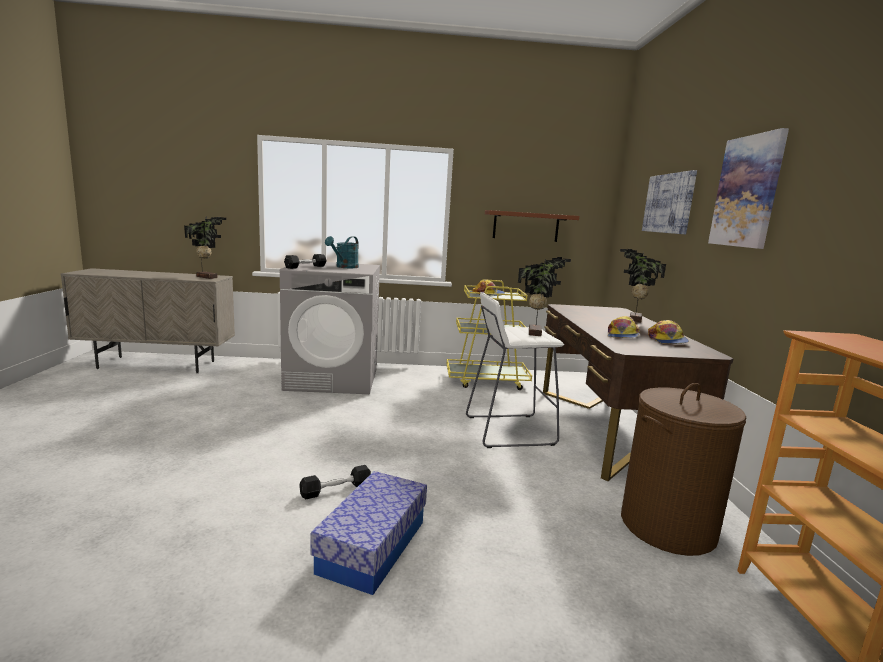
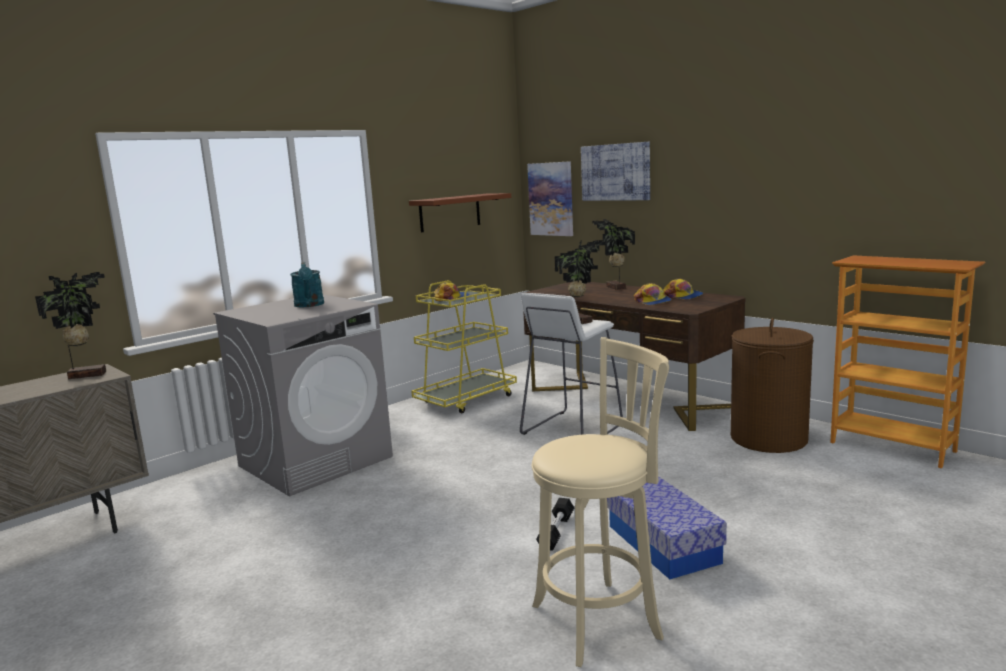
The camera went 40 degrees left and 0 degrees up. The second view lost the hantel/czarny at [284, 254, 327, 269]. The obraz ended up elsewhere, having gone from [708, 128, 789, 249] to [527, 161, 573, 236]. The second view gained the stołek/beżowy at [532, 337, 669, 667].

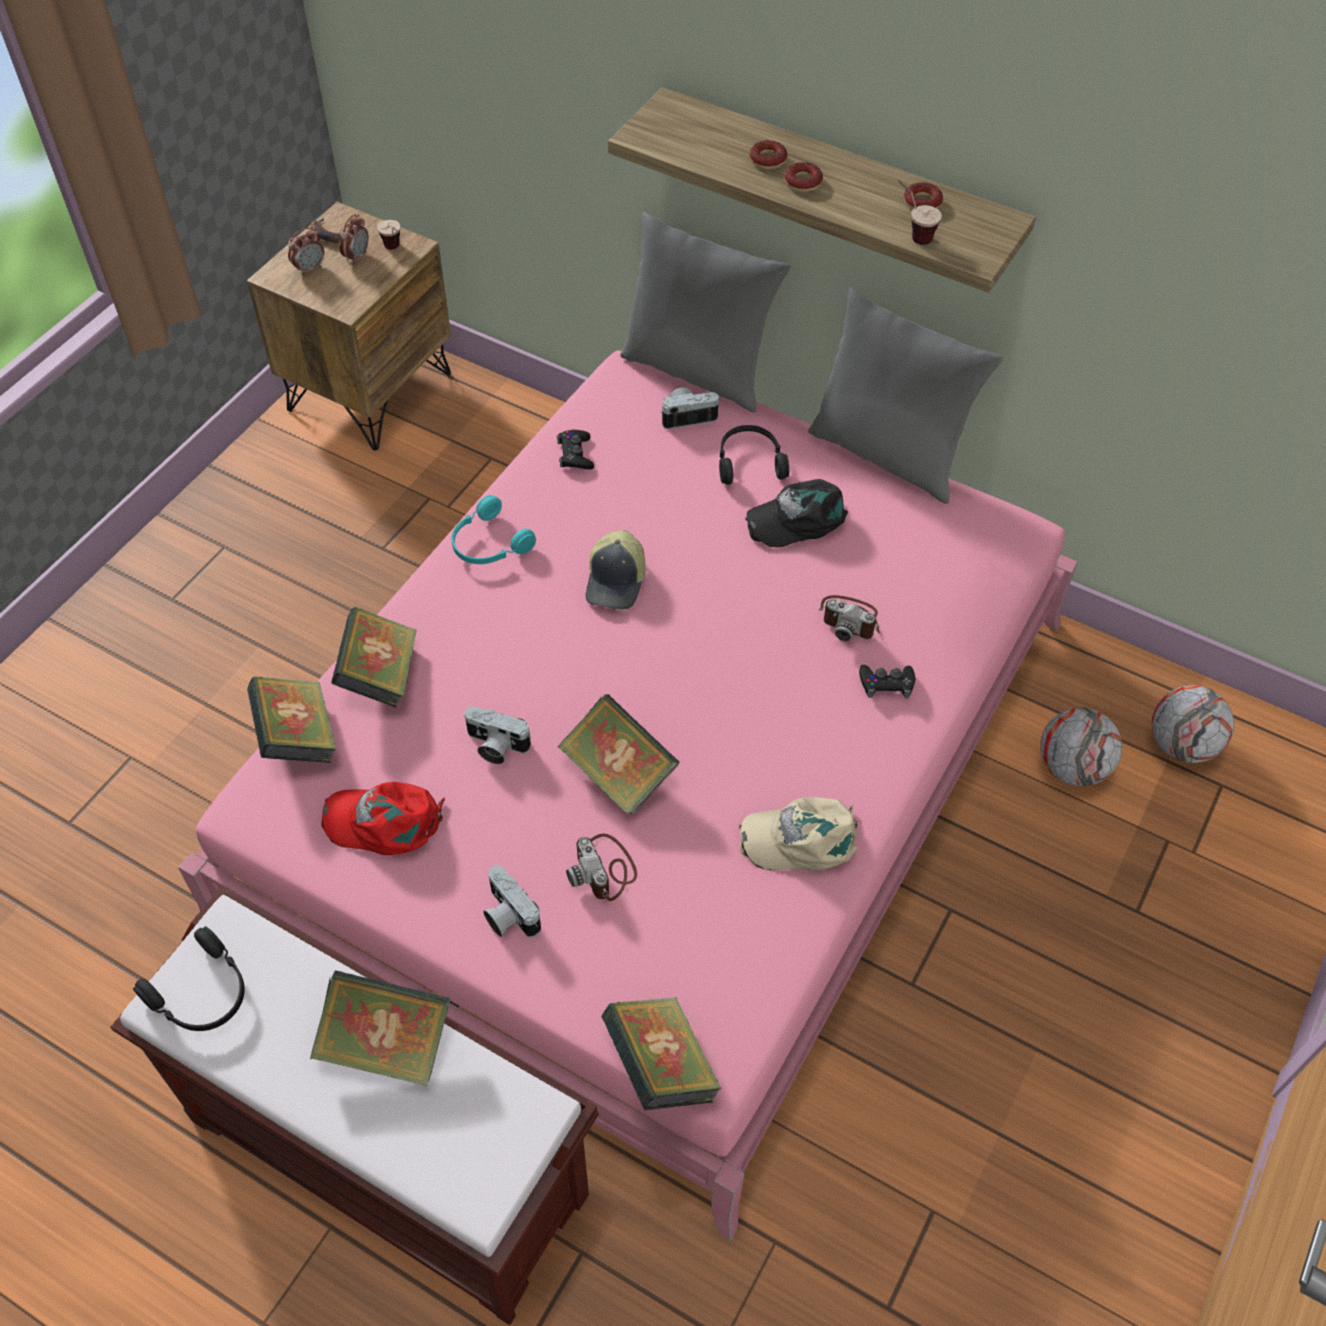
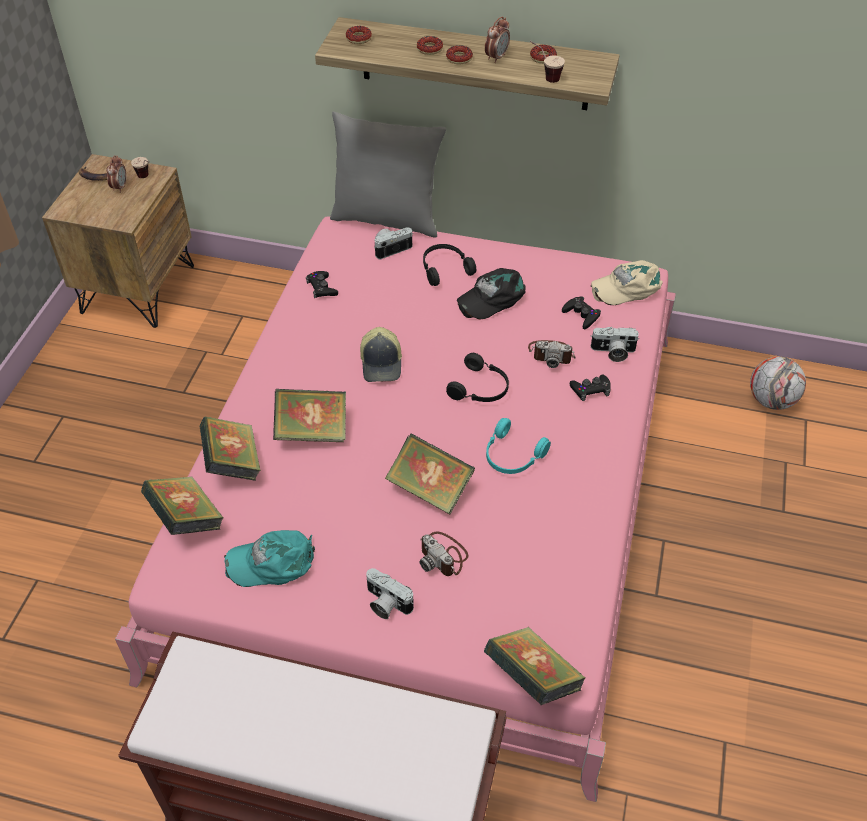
The camera went 15 degrees left and 5 degrees down. The słuchawki/czarny ended up elsewhere, having gone from [133, 926, 245, 1031] to [446, 353, 509, 402]. The budzik ended up elsewhere, having gone from [288, 227, 324, 276] to [485, 16, 510, 63]. The książka ended up elsewhere, having gone from [310, 970, 450, 1086] to [273, 389, 346, 442]. What was the czapka z daszkiem/czerwony at [321, 782, 445, 855] turned into the czapka z daszkiem/turkusowy at [224, 530, 315, 587]. The słuchawki/turkusowy ended up elsewhere, having gone from [452, 495, 536, 564] to [486, 418, 551, 474]. The aparat fotograficzny ended up elsewhere, having gone from [464, 706, 531, 764] to [590, 327, 639, 362]. The czapka z daszkiem/beżowy ended up elsewhere, having gone from [739, 797, 858, 871] to [590, 260, 663, 305]. The second view lost the poduszka/szary at [808, 287, 1003, 504]. The second view lost the piłka futbolowa at [1040, 707, 1122, 786]. The second view gained the donut at [346, 26, 372, 44]. The second view gained the pad do gier/czarny at [562, 296, 601, 329].

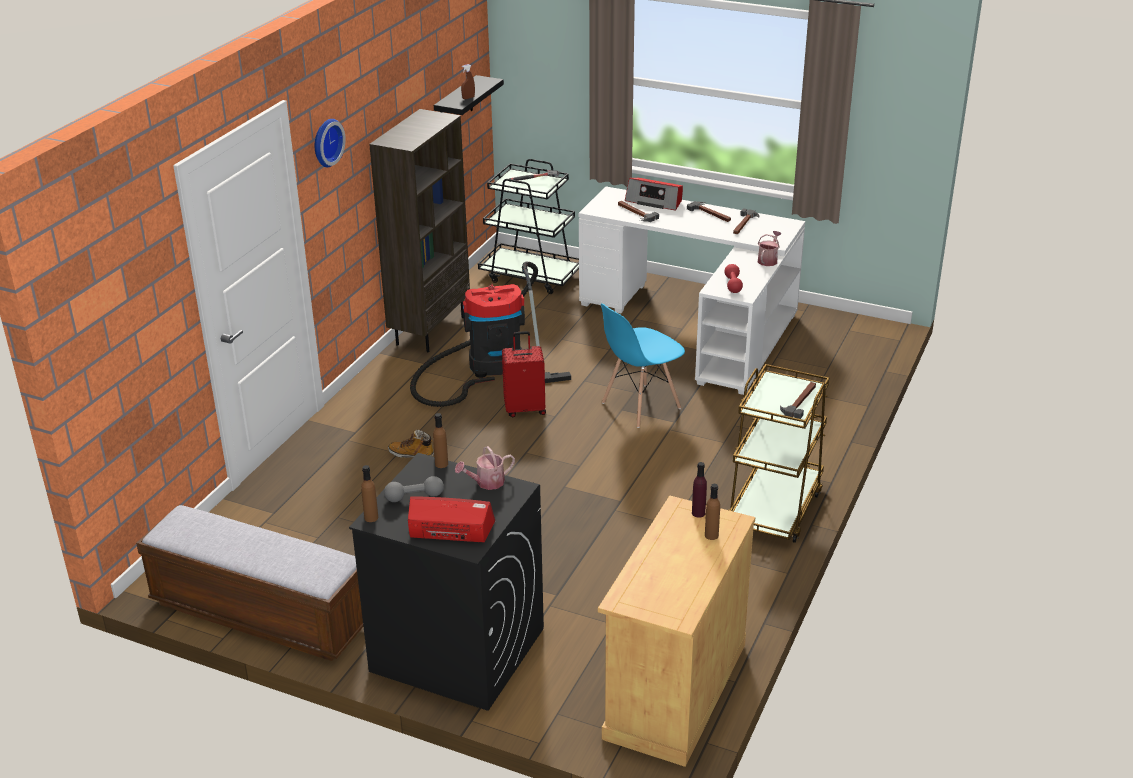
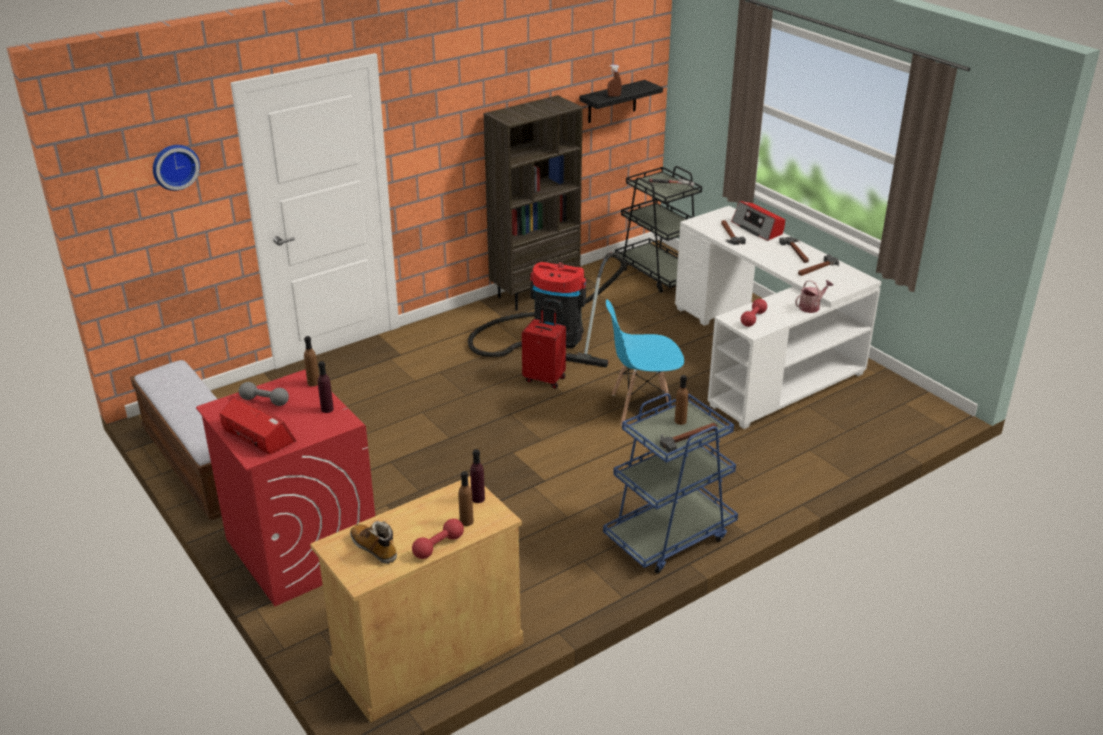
The camera went 30 degrees right and 0 degrees up. The zegar ścienny ended up elsewhere, having gone from [315, 119, 346, 167] to [153, 145, 200, 191]. What was the pralka/czarny at [349, 453, 544, 711] turned into the pralka/czerwony at [196, 369, 375, 606]. The butelka/brązowy ended up elsewhere, having gone from [361, 465, 378, 522] to [675, 375, 688, 425]. The but z cholewką ended up elsewhere, having gone from [388, 430, 434, 458] to [350, 521, 397, 564]. Where the konewka stood at [455, 446, 515, 490], the butelka/fioletowy came to stand at [318, 361, 334, 413]. What was the wózek/brązowy at [728, 364, 829, 543] turned into the wózek/niebieski at [603, 393, 738, 574]. The second view gained the hantel/czerwony at [412, 519, 464, 559].

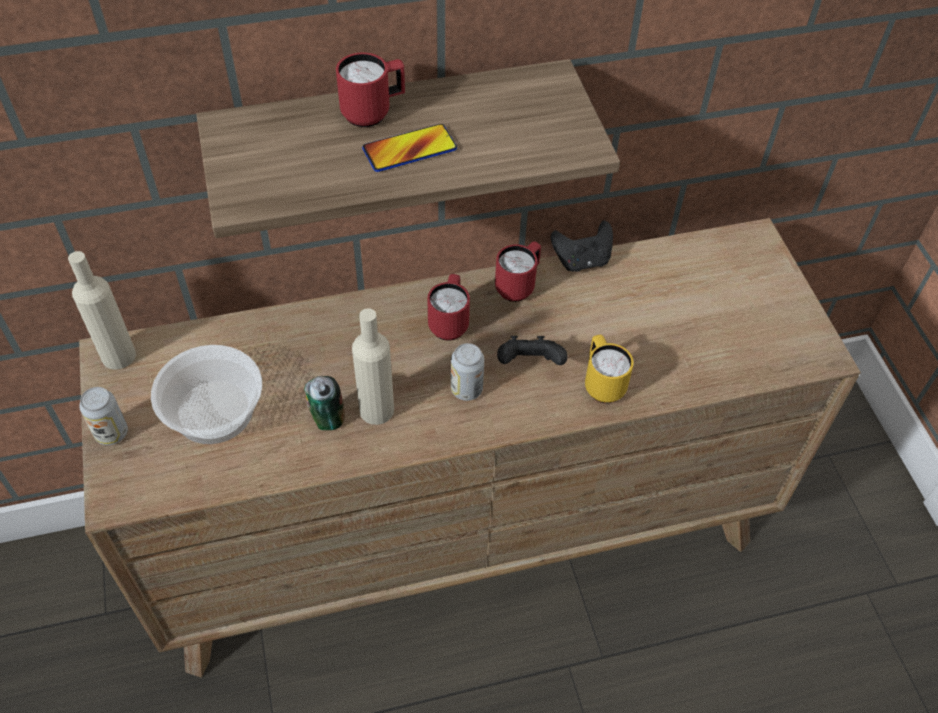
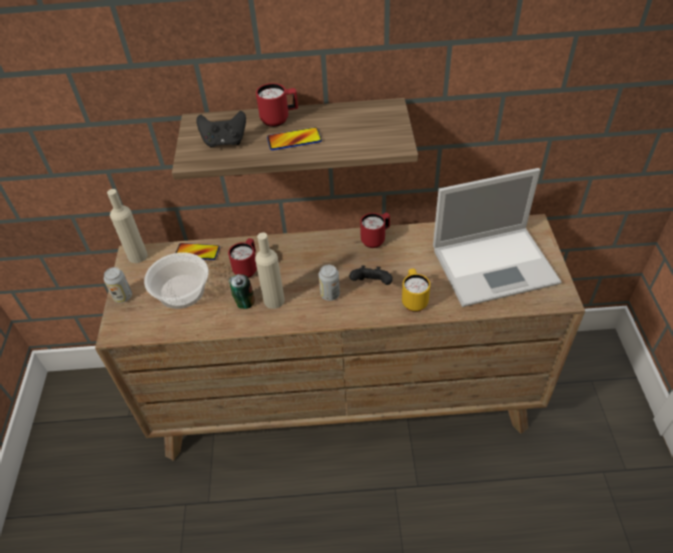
The camera went 15 degrees right and 5 degrees down. The kubek/czerwony ended up elsewhere, having gone from [427, 274, 470, 341] to [228, 238, 257, 278]. The pad do gier/czarny ended up elsewhere, having gone from [551, 221, 613, 272] to [196, 111, 246, 148]. The second view gained the telefon at [176, 243, 220, 260]. The second view gained the laptop at [433, 168, 562, 307].

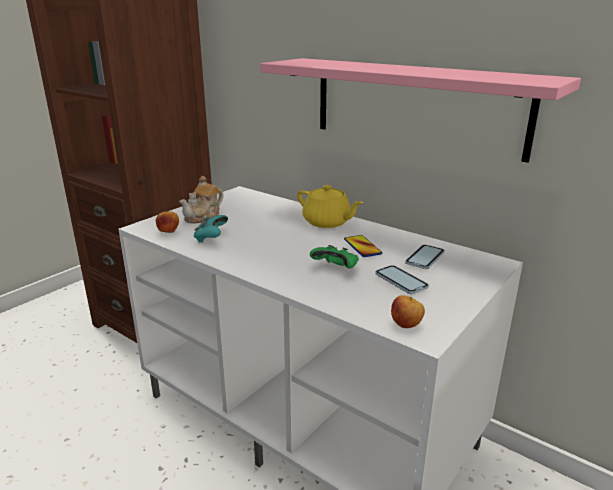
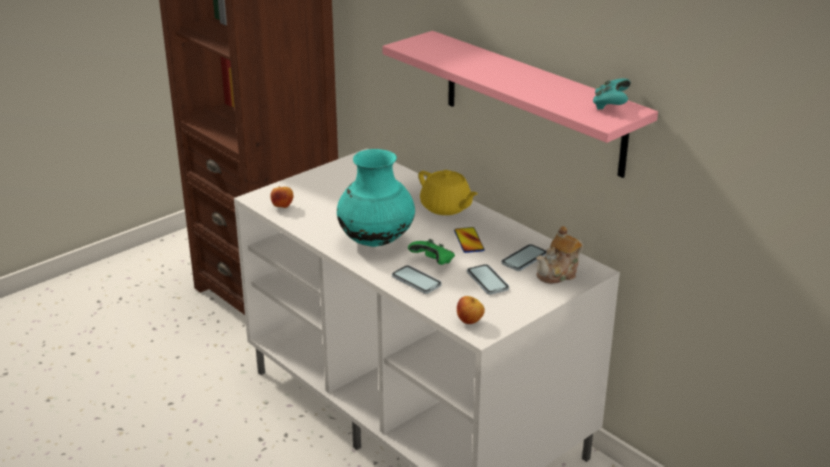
The camera went 10 degrees right and 5 degrees up. The imbryk ended up elsewhere, having gone from [179, 176, 223, 224] to [536, 226, 583, 284]. The pad do gier/turkusowy ended up elsewhere, having gone from [194, 215, 228, 243] to [593, 78, 631, 110]. The second view gained the wazon/turkusowy at [337, 149, 415, 247]. The second view gained the telefon at [392, 265, 442, 294].

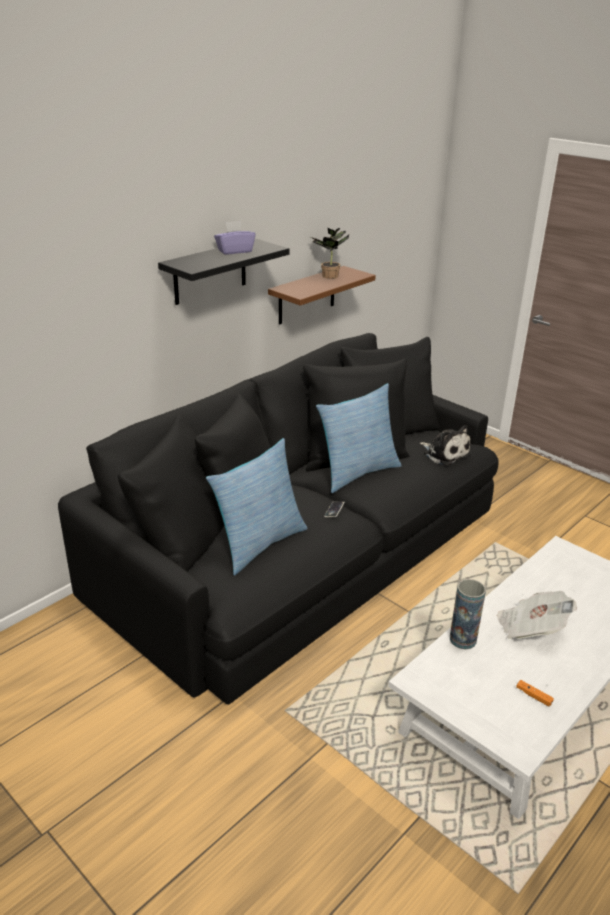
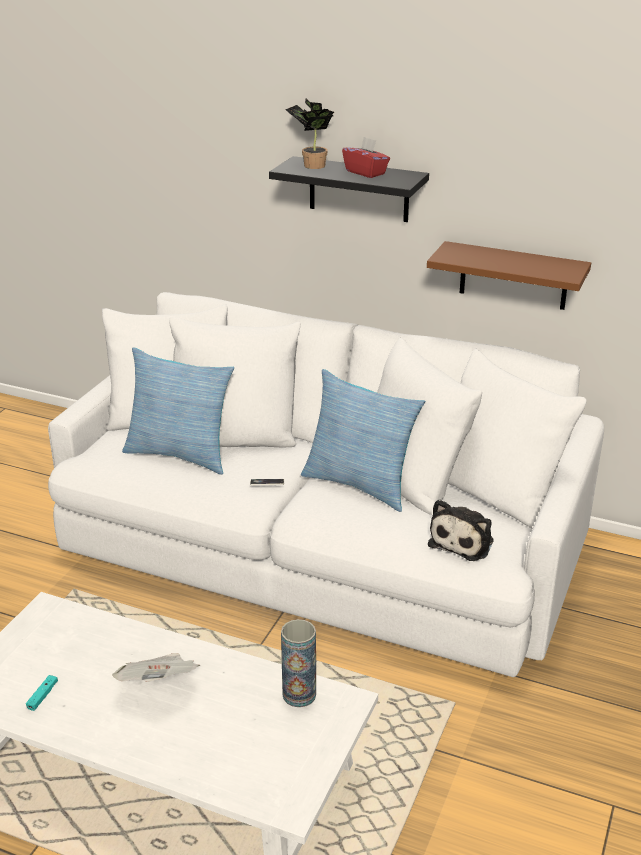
The camera went 70 degrees right and 0 degrees up. What was the kanapa/czarny at [58, 333, 499, 704] turned into the kanapa/biały at [48, 292, 604, 677]. What was the pudełko chusteczek/fioletowy at [214, 221, 256, 255] turned into the pudełko chusteczek/czerwony at [342, 137, 390, 178]. The roślina doniczkowa ended up elsewhere, having gone from [311, 228, 349, 279] to [285, 98, 334, 169]. The wazon ended up elsewhere, having gone from [450, 579, 486, 649] to [281, 619, 316, 707]. What was the pad do gier/pomarańczowy at [516, 680, 554, 707] turned into the pad do gier/turkusowy at [26, 675, 58, 711].

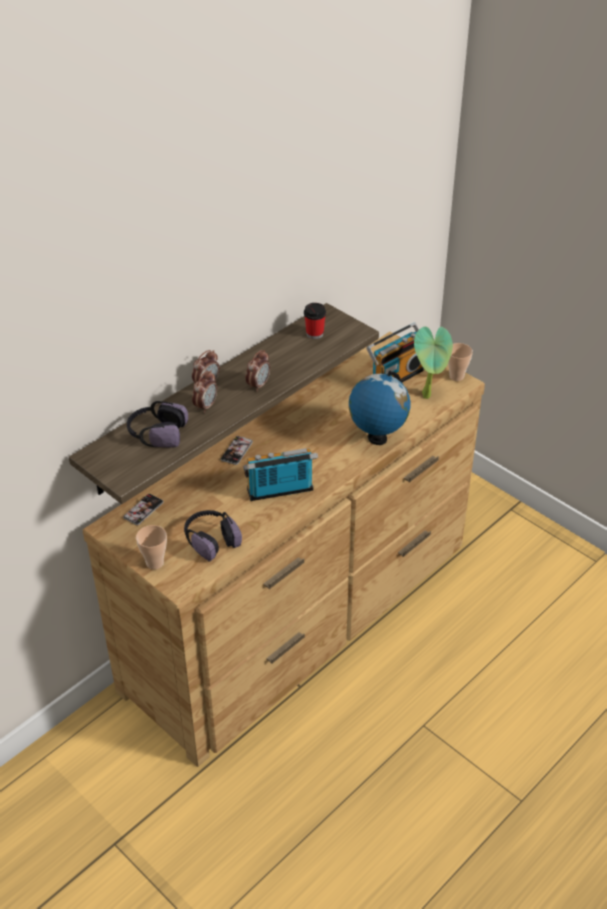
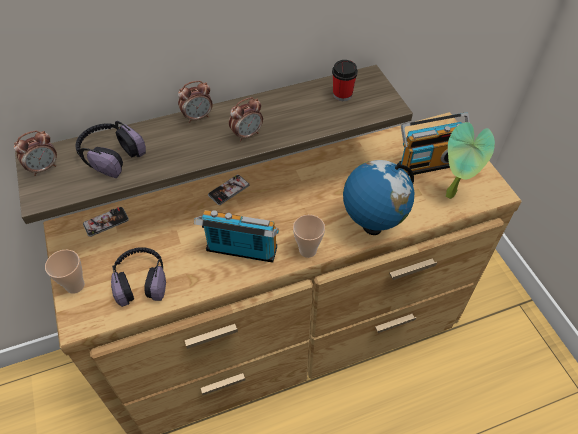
The camera went 25 degrees right and 10 degrees up. The budzik ended up elsewhere, having gone from [192, 370, 217, 413] to [14, 130, 57, 176]. The filiżanka ended up elsewhere, having gone from [448, 343, 473, 381] to [293, 215, 325, 258].

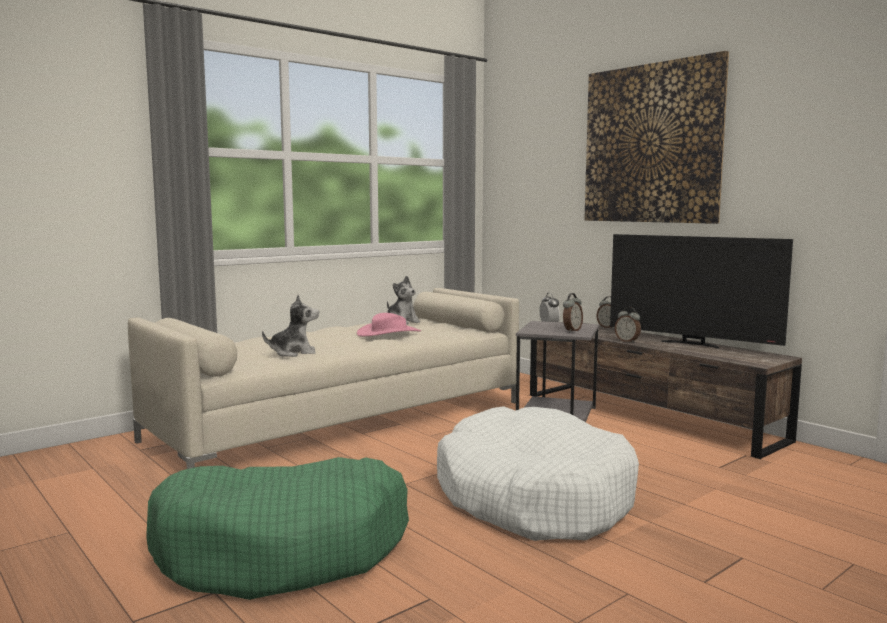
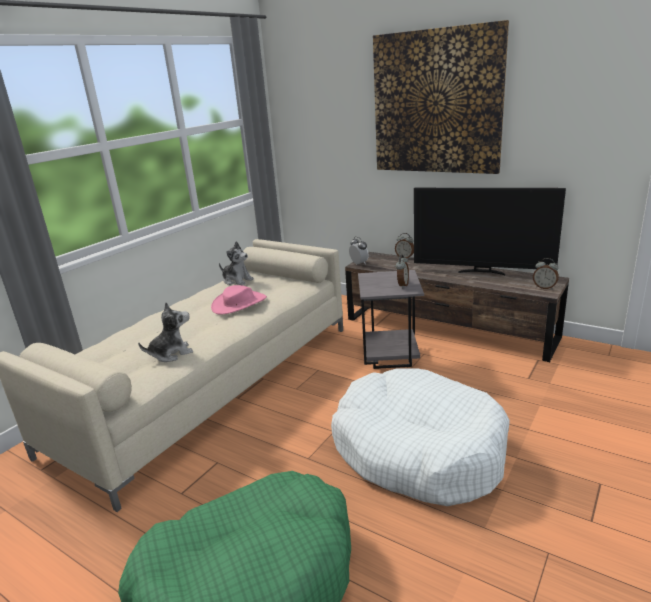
The camera went 15 degrees left and 15 degrees up. The budzik ended up elsewhere, having gone from [615, 307, 641, 343] to [533, 258, 559, 289].

